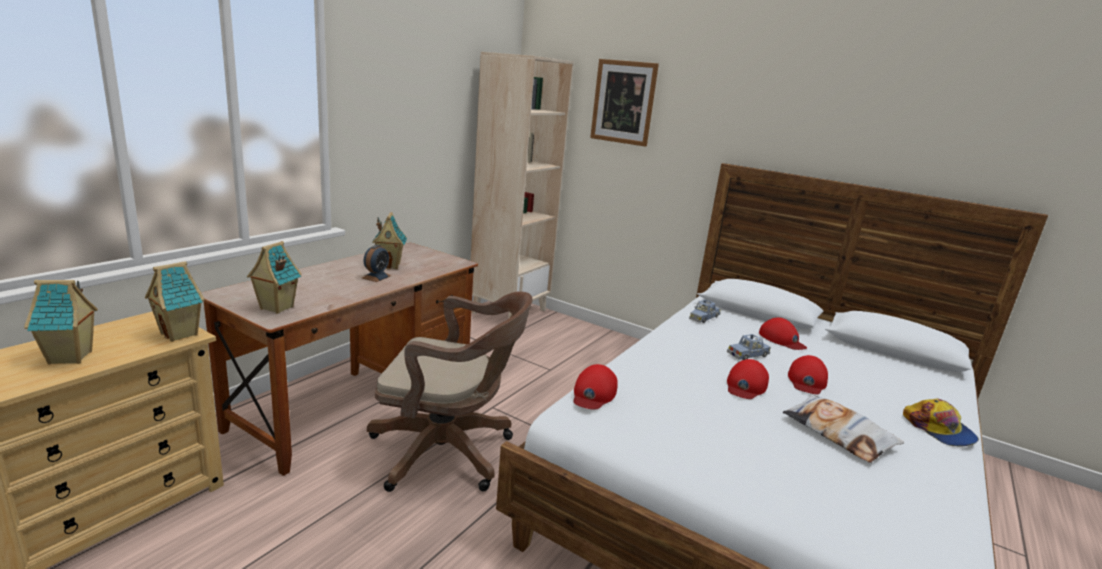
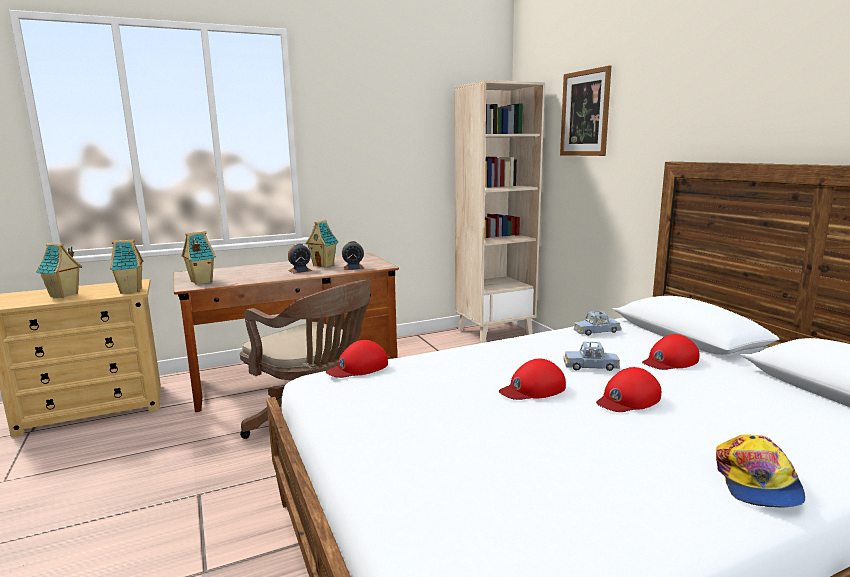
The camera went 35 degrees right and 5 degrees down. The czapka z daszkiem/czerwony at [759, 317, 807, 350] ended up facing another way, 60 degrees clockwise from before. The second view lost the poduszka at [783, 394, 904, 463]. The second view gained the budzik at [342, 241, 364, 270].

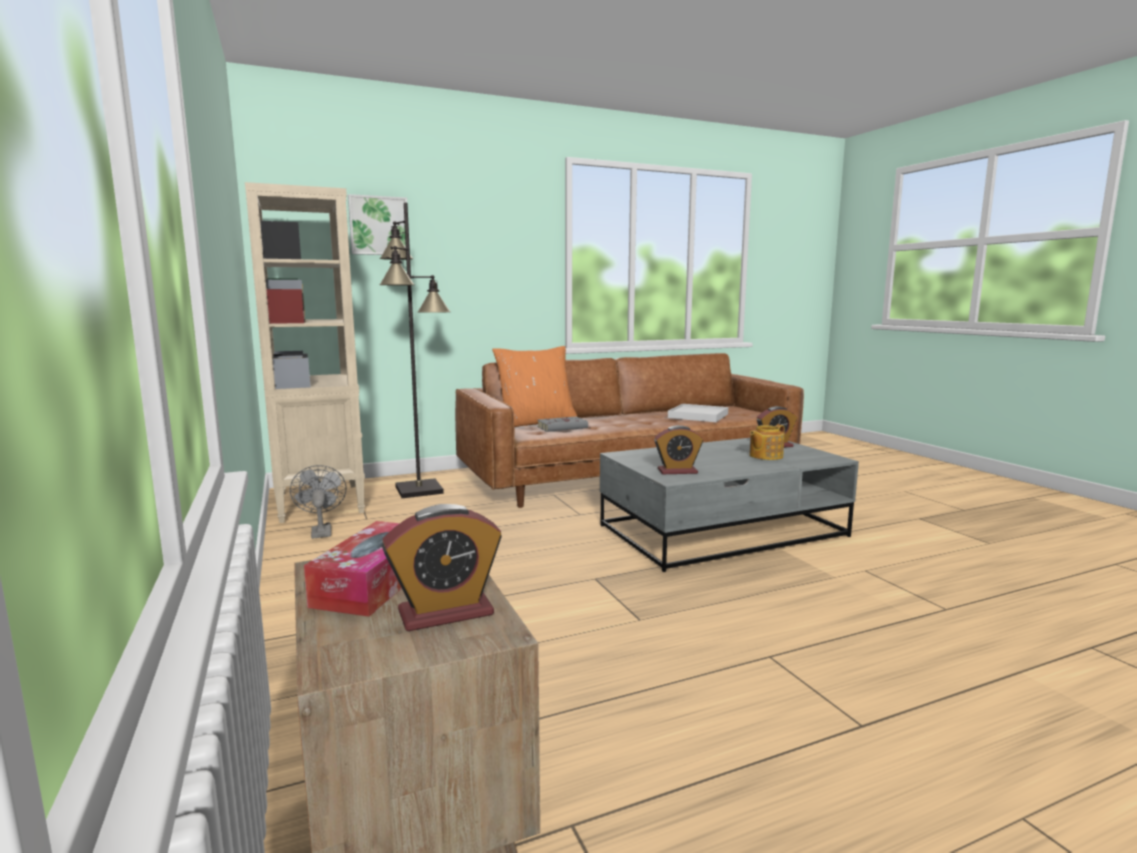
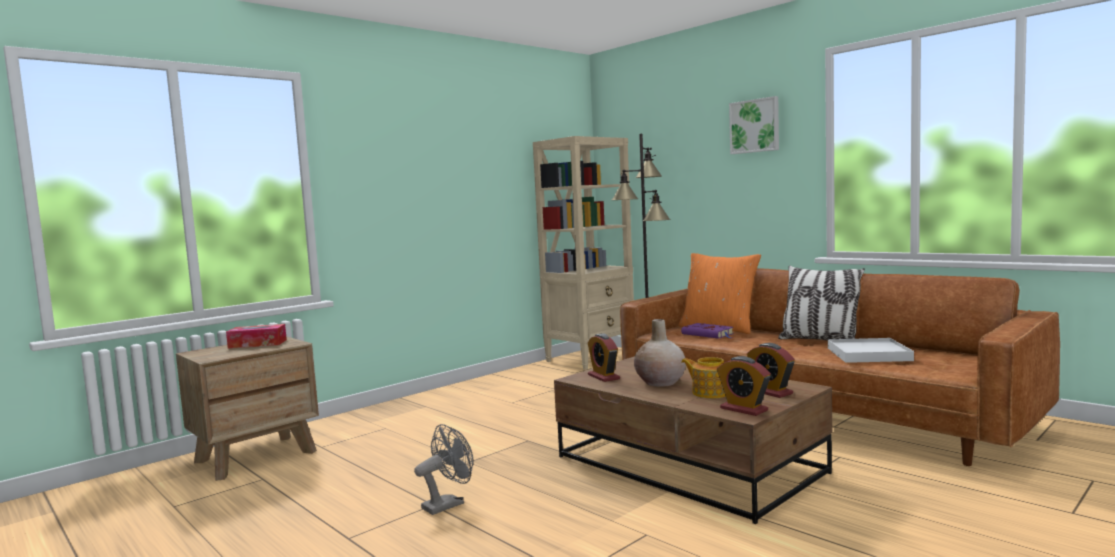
The camera went 70 degrees right and 5 degrees down. The wentylator/szary ended up elsewhere, having gone from [290, 465, 347, 539] to [414, 424, 474, 515]. The obraz ended up elsewhere, having gone from [348, 194, 407, 255] to [729, 96, 779, 154]. The budzik ended up elsewhere, having gone from [382, 504, 502, 631] to [717, 356, 771, 416]. What was the książka/szary at [537, 417, 588, 432] turned into the książka/fioletowy at [681, 323, 734, 339]. What was the ława/szary at [600, 438, 859, 572] turned into the ława/brązowy at [554, 356, 832, 524]. The second view gained the wazon/beżowy at [634, 319, 686, 387]. The second view gained the poduszka at [778, 266, 865, 341].

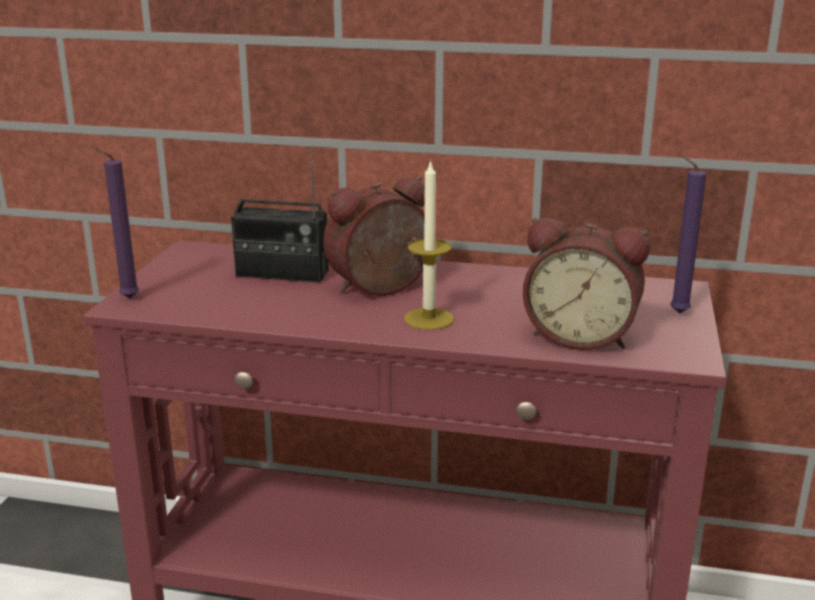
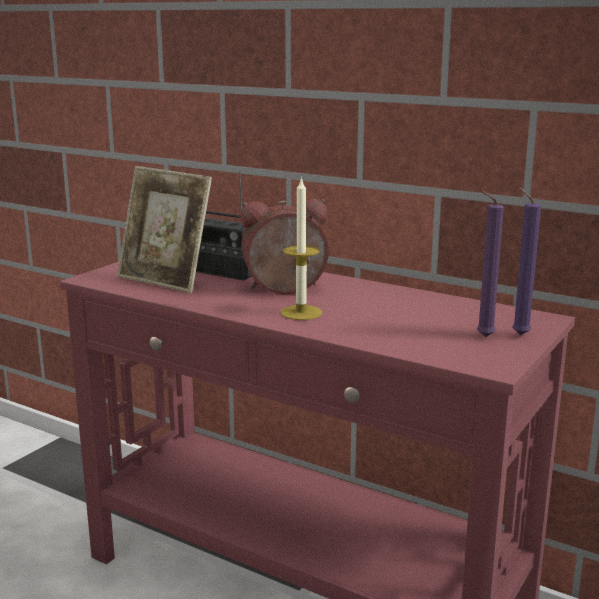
The camera went 20 degrees right and 5 degrees down. The świeca/fioletowy ended up elsewhere, having gone from [92, 147, 139, 298] to [477, 190, 504, 337]. The second view lost the budzik at [523, 217, 650, 350]. The second view gained the ramka na zdjęcie at [117, 166, 212, 293].

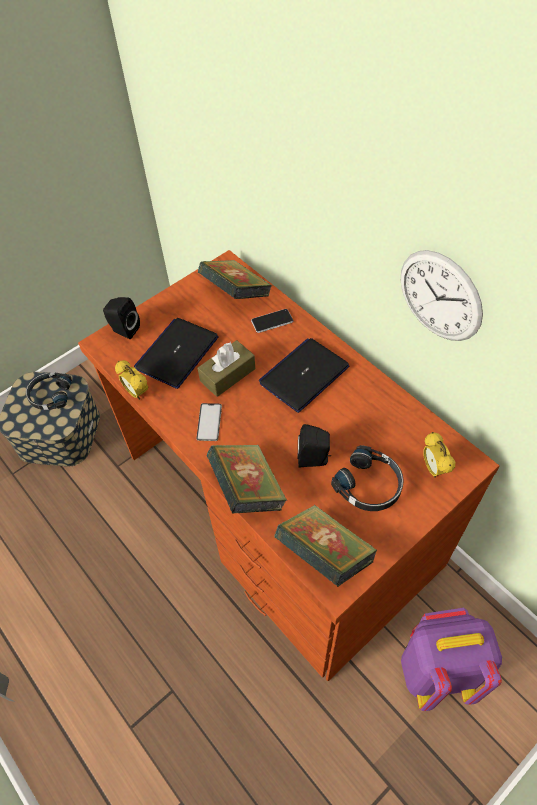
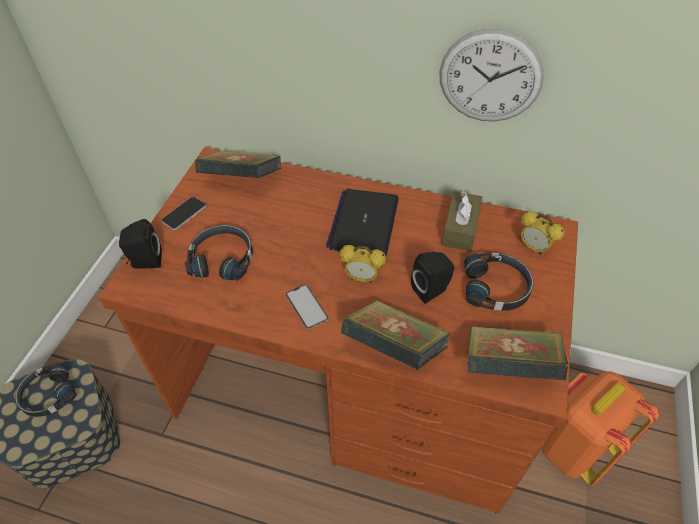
The camera went 35 degrees left and 5 degrees down. The budzik ended up elsewhere, having gone from [115, 360, 148, 400] to [339, 245, 386, 283]. Where the laptop stood at [134, 318, 219, 389], the słuchawki/czarny came to stand at [185, 225, 253, 281]. The pudełko chusteczek/brązowy ended up elsewhere, having gone from [197, 340, 255, 397] to [442, 191, 482, 252]. The telefon ended up elsewhere, having gone from [251, 309, 293, 333] to [161, 197, 207, 230]. What was the plecak/fioletowy at [401, 608, 502, 711] turned into the plecak/pomarańczowy at [542, 371, 659, 486].

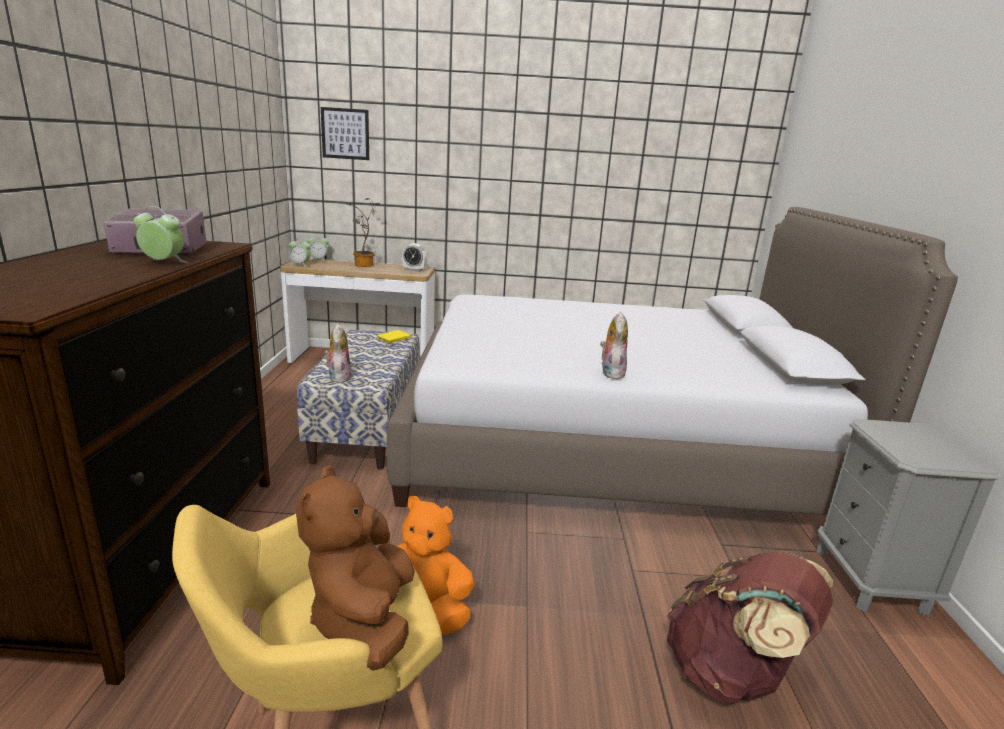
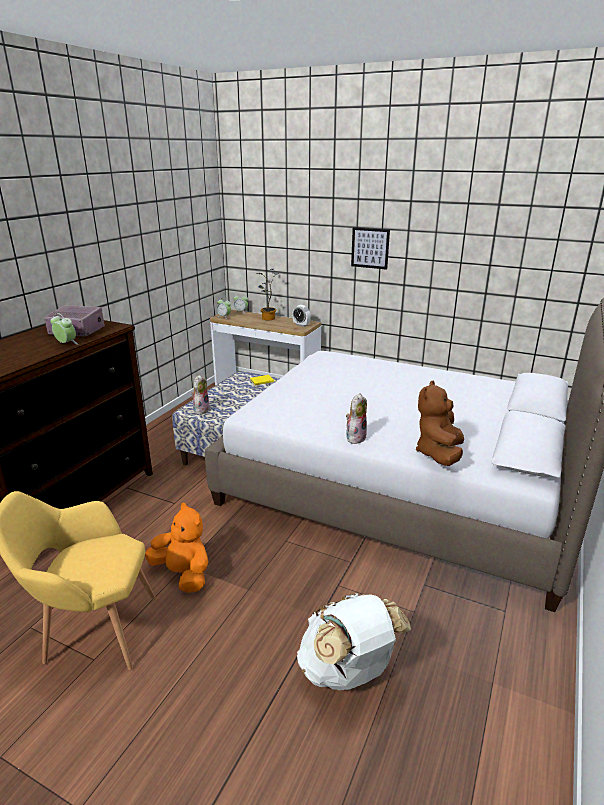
The camera went 25 degrees right and 5 degrees up. The pluszak/brązowy ended up elsewhere, having gone from [295, 465, 415, 671] to [416, 381, 464, 466]. The obraz ended up elsewhere, having gone from [321, 107, 369, 160] to [351, 227, 390, 270]. What was the plecak/brązowy at [667, 552, 834, 704] turned into the plecak/biały at [297, 593, 411, 690]. The second view lost the szafka nocna/szary at [816, 419, 1000, 617].

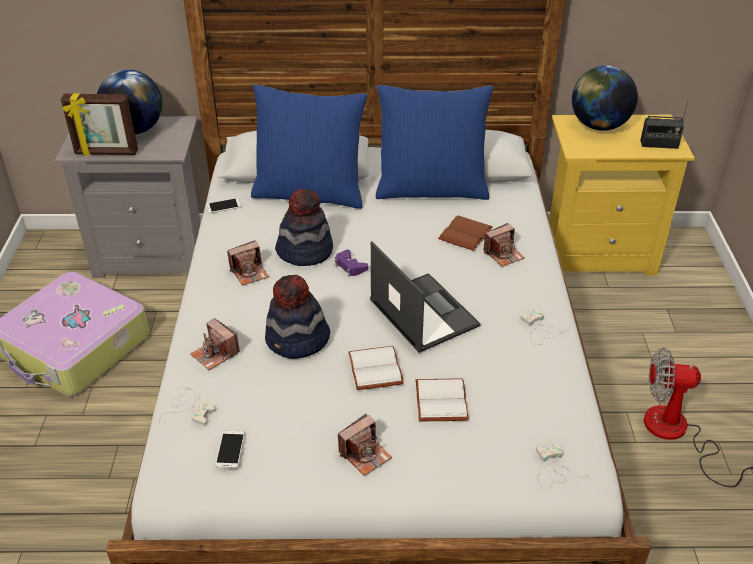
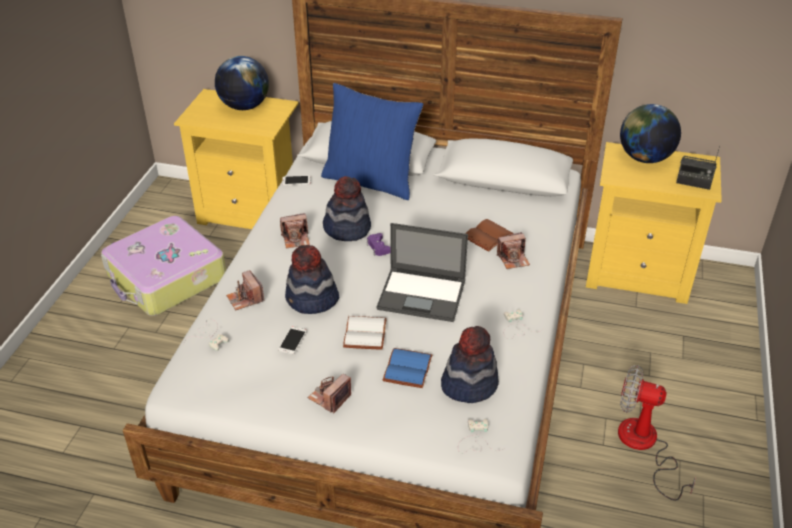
The camera went 15 degrees right and 0 degrees up. What was the szafka nocna/szary at [55, 116, 201, 278] turned into the szafka nocna/żółty at [174, 89, 299, 229]. The second view lost the ramka na zdjęcie at [61, 94, 138, 155]. The telefon ended up elsewhere, having gone from [215, 430, 245, 468] to [278, 327, 307, 354]. The aparat fotograficzny at [338, 414, 392, 476] ended up facing another way, 150 degrees clockwise from before. The laptop at [370, 241, 481, 353] ended up facing another way, 120 degrees clockwise from before. The second view lost the poduszka/niebieski at [376, 85, 493, 200]. What was the książka/biały at [416, 378, 469, 421] turned into the książka/niebieski at [383, 348, 432, 388]. The second view gained the kapelusz at [441, 326, 499, 403].

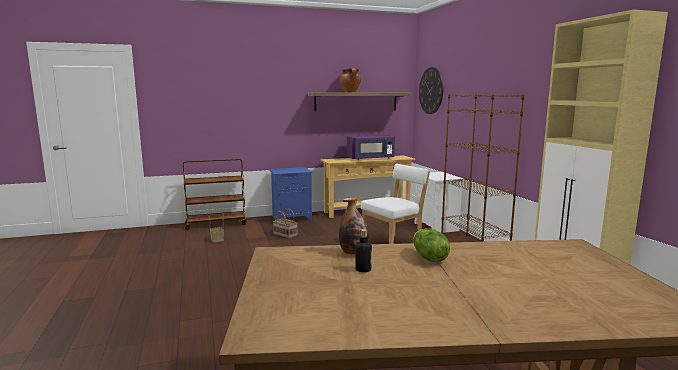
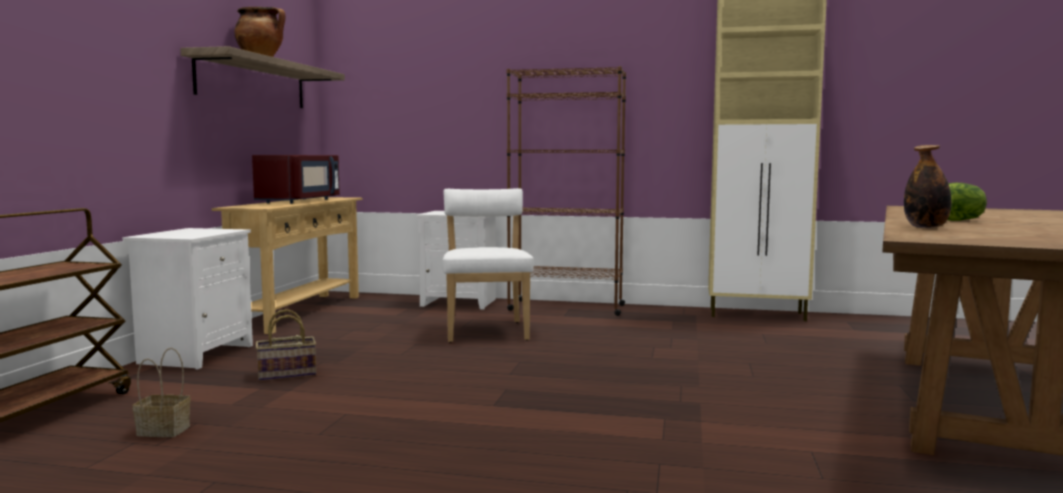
The camera went 60 degrees left and 5 degrees down. What was the szafka nocna/niebieski at [269, 167, 312, 221] turned into the szafka nocna/biały at [122, 228, 253, 369]. What was the mikrofalówka/fioletowy at [347, 135, 395, 160] turned into the mikrofalówka/czerwony at [252, 155, 340, 204]. The second view lost the butelka at [355, 229, 372, 272]. The second view lost the zegar ścienny at [419, 67, 444, 114].

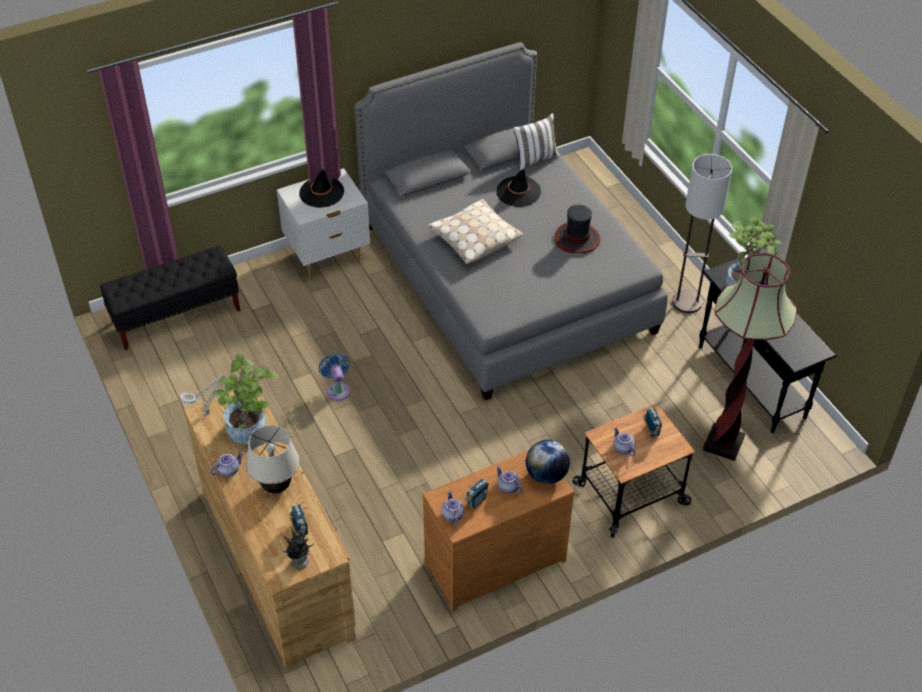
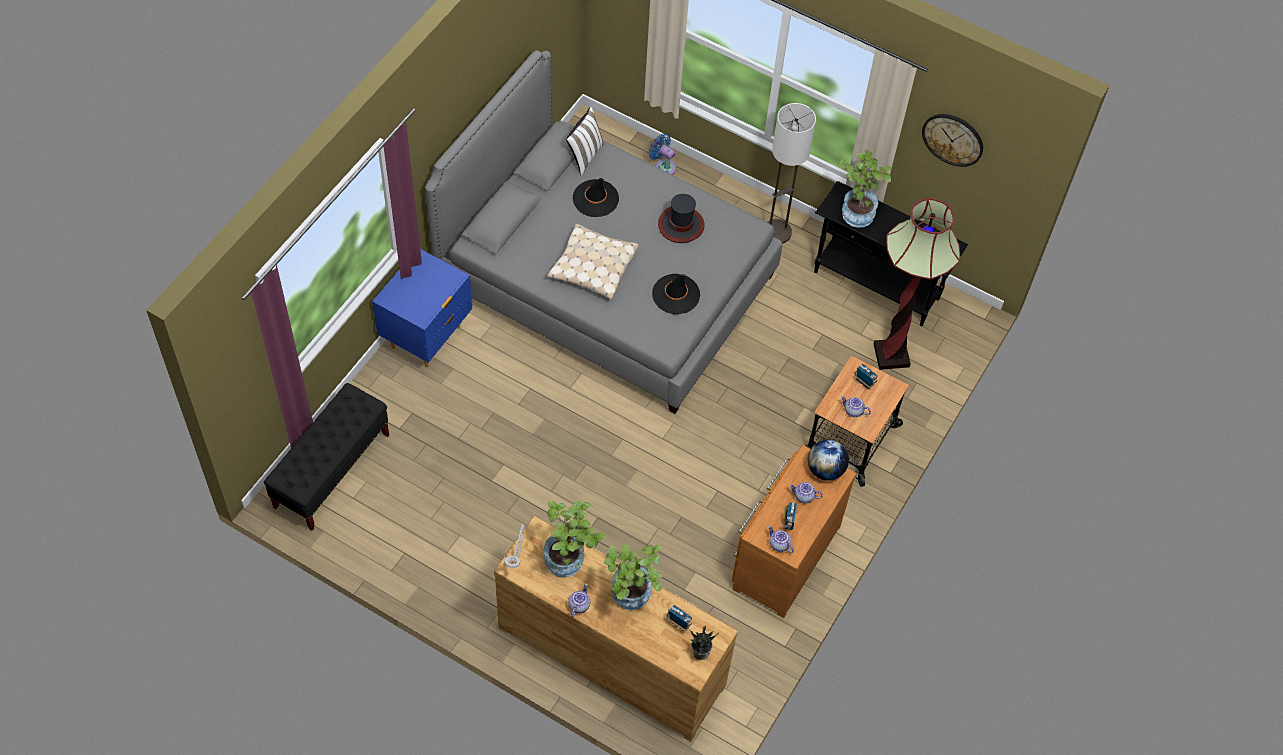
The camera went 35 degrees left and 10 degrees up. Where the lampa stołowa/beżowy stood at [246, 425, 300, 494], the roślina doniczkowa came to stand at [604, 544, 662, 610]. What was the szafka nocna/biały at [277, 168, 370, 277] turned into the szafka nocna/niebieski at [372, 249, 472, 367]. The kapelusz/czarny ended up elsewhere, having gone from [299, 169, 344, 208] to [652, 274, 700, 314]. The wentylator/niebieski ended up elsewhere, having gone from [319, 353, 350, 401] to [649, 134, 676, 175]. The second view gained the zegar ścienny at [922, 114, 983, 167].

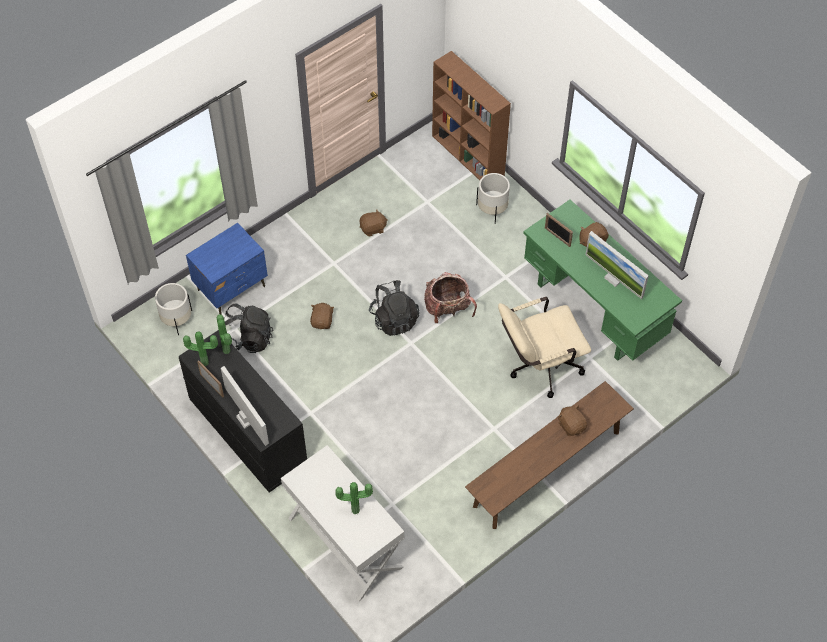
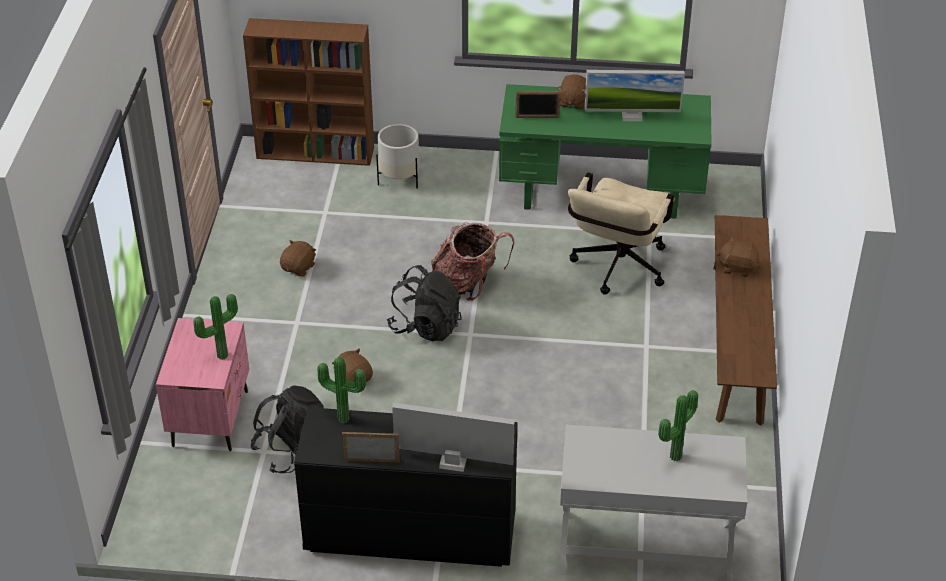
The camera went 45 degrees left and 15 degrees down. The second view lost the donica/biały at [155, 283, 192, 335]. The roślina doniczkowa ended up elsewhere, having gone from [183, 332, 218, 366] to [194, 294, 238, 360]. What was the szafka nocna/niebieski at [186, 223, 268, 315] turned into the szafka nocna/różowy at [156, 318, 249, 451].

